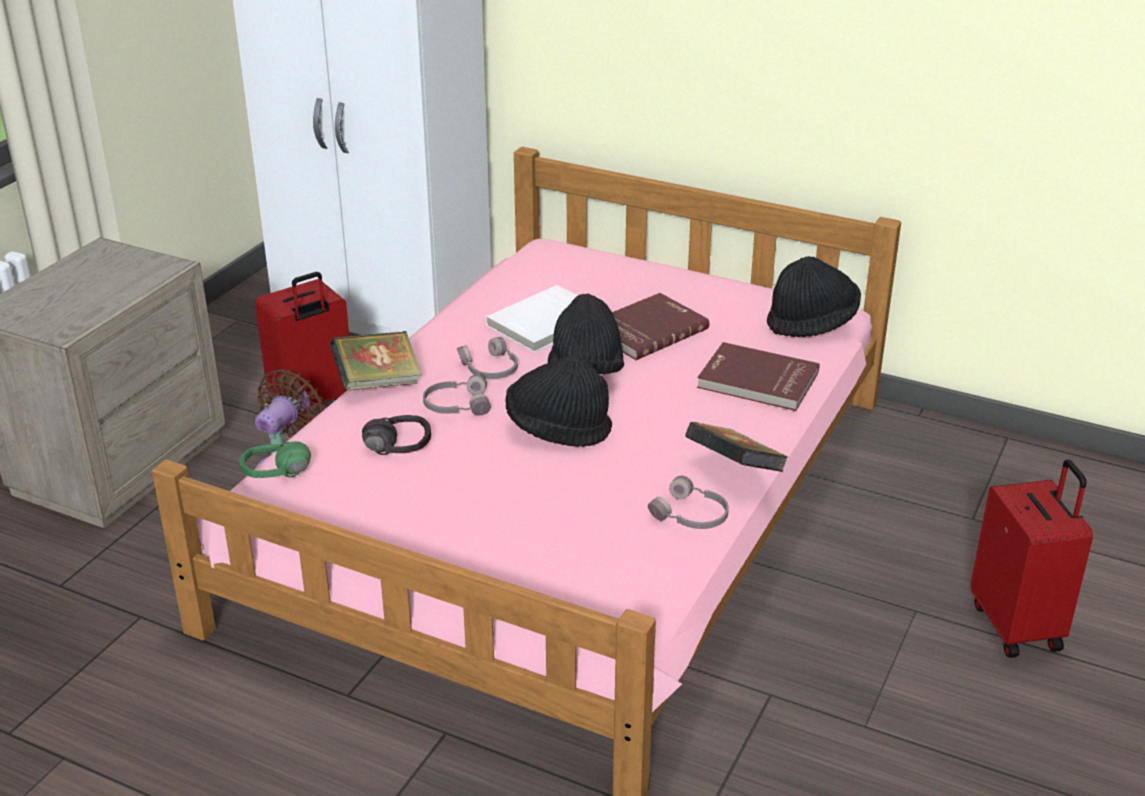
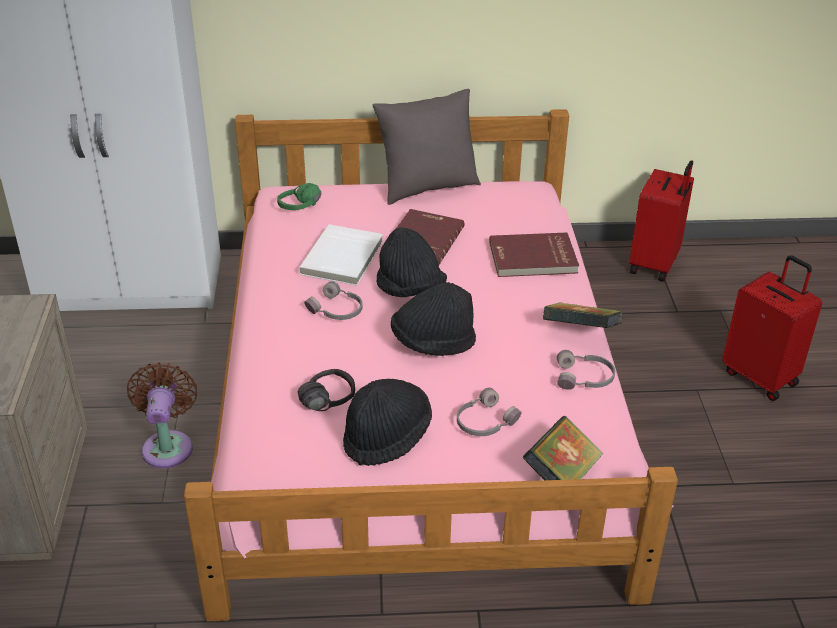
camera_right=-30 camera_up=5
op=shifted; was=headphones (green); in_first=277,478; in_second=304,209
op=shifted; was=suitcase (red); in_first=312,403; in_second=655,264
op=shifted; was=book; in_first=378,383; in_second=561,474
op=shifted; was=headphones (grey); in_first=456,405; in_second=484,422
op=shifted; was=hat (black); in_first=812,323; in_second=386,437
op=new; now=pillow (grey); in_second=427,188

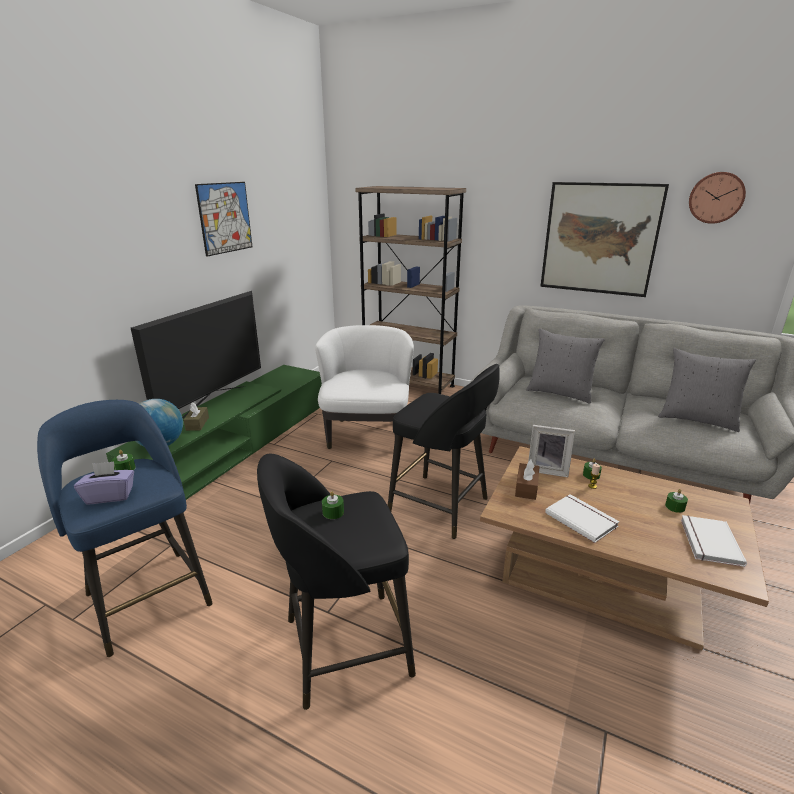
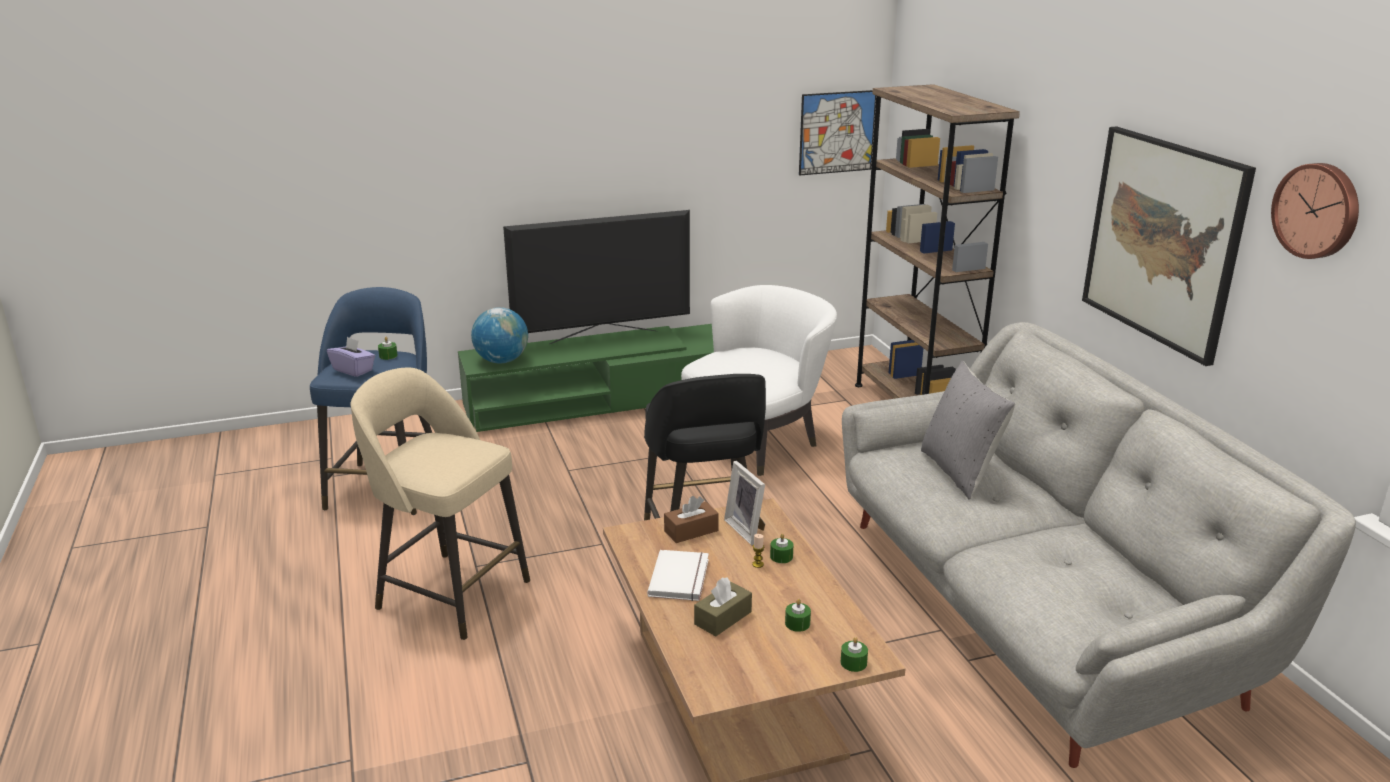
camera_right=45 camera_up=0
op=shifted; was=tissue box (brown); in_first=197,424; in_second=723,618
op=shifted; was=picture; in_first=225,218; in_second=836,132
op=repainted; was=stool (black); now=stool (beige); in_first=343,647; in_second=450,593
op=shifted; was=candle (green); in_first=333,512; in_second=853,663
op=gone; was=pillow (grey); in_first=697,419
op=gone; was=book (white); in_first=708,542

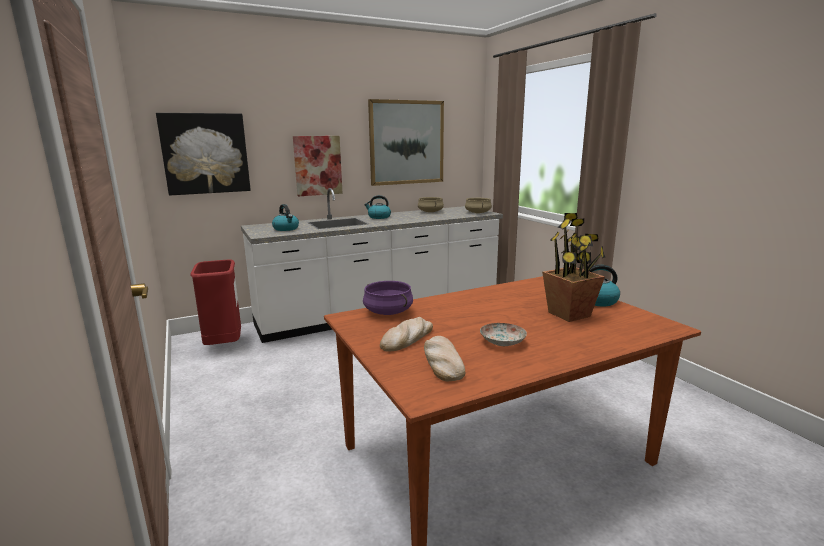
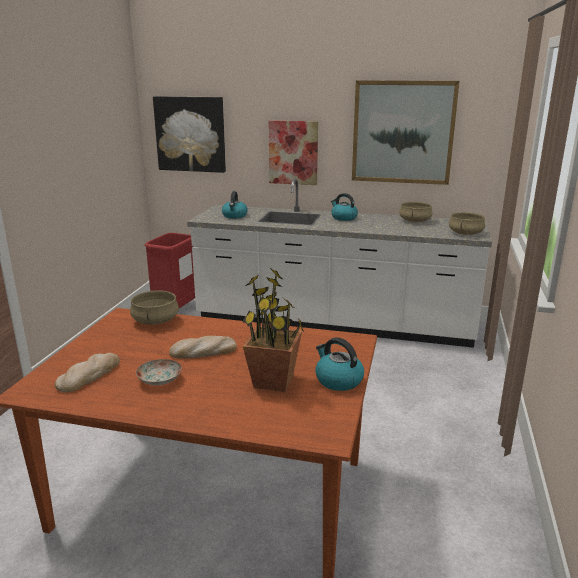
camera_right=40 camera_up=5
op=repainted; was=cooking pot (purple); now=cooking pot (beige); in_first=387,312; in_second=155,320
op=shifted; was=bread; in_first=407,338; in_second=203,351

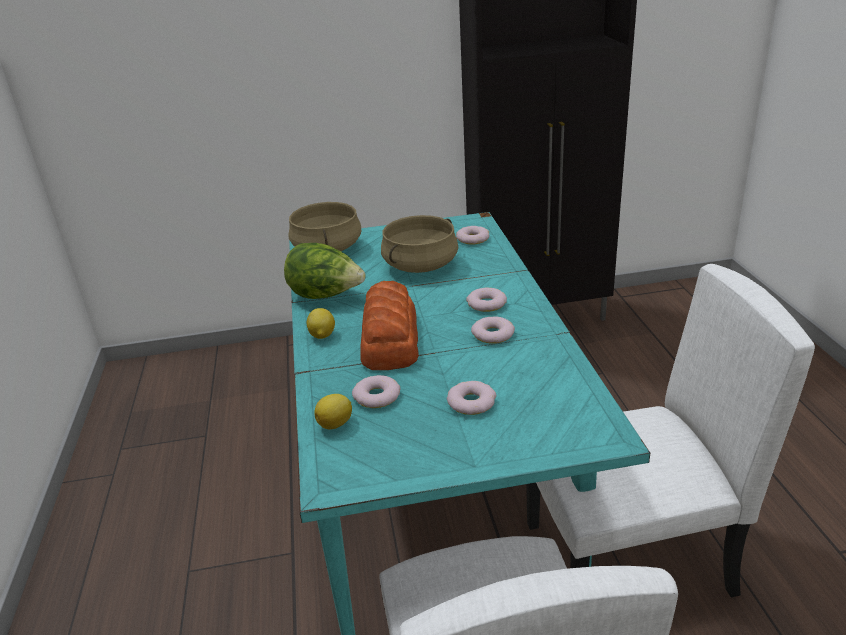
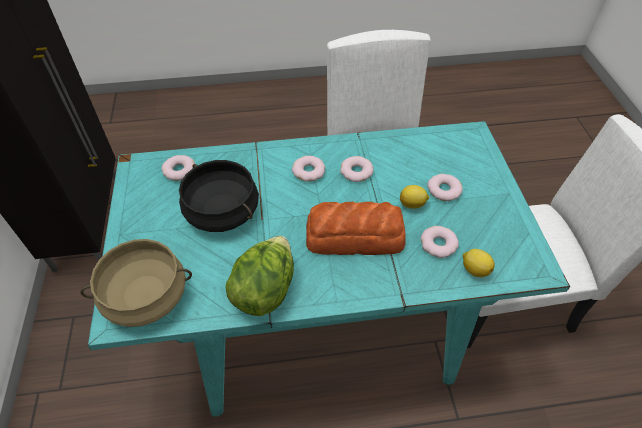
camera_right=-90 camera_up=20
op=shifted; was=lemon; in_first=322,336; in_second=412,204
op=repainted; was=cooking pot (beige); now=cooking pot (black); in_first=421,265; in_second=223,211

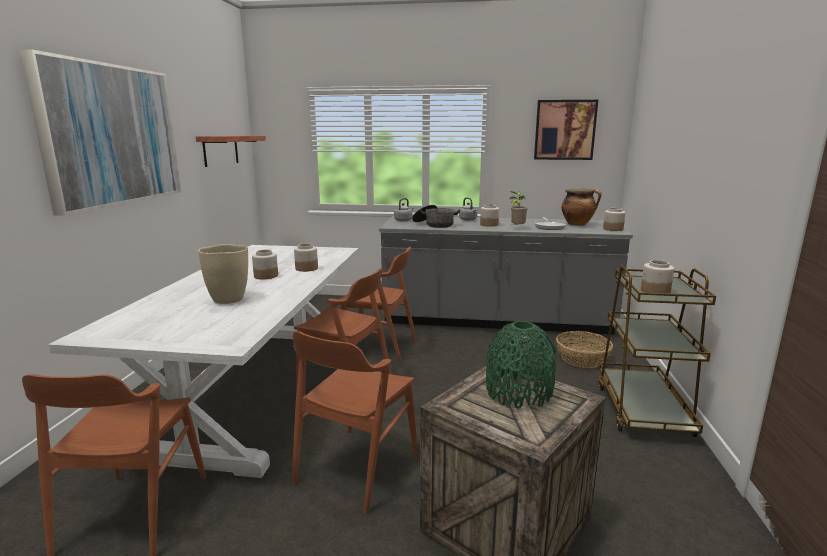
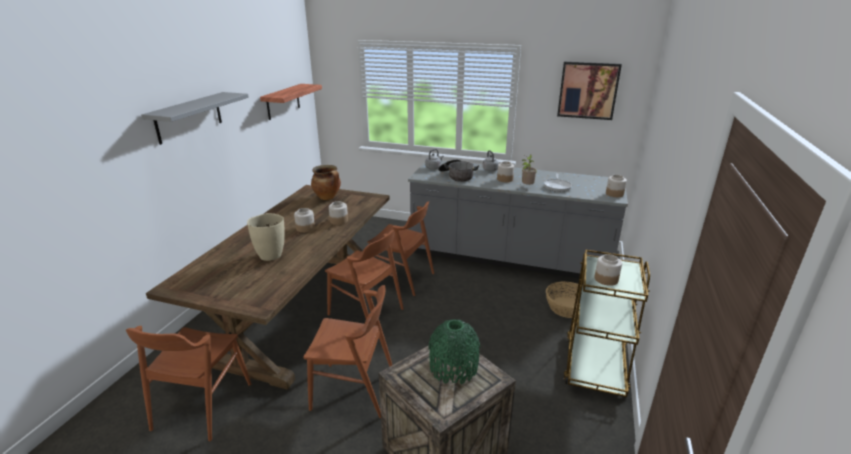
camera_right=10 camera_up=10
op=swapped; was=picture; now=shelf (grey); in_first=111,135; in_second=189,117
op=repainted; was=dining table (white); now=dining table (brown); in_first=258,386; in_second=300,308
op=rotated; was=chair (brown); in_first=356,467; in_second=354,390; clockwise=-120
op=shifted; was=cooking pot; in_first=578,224; in_second=328,197

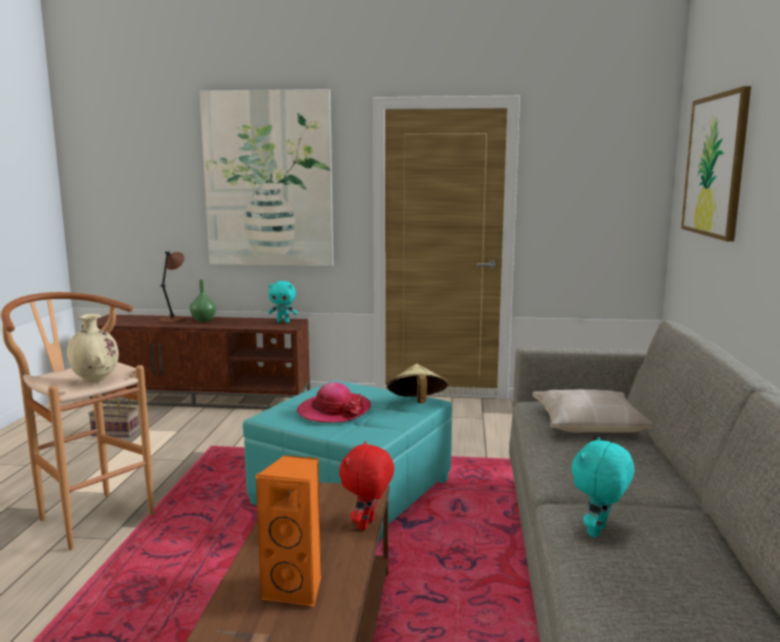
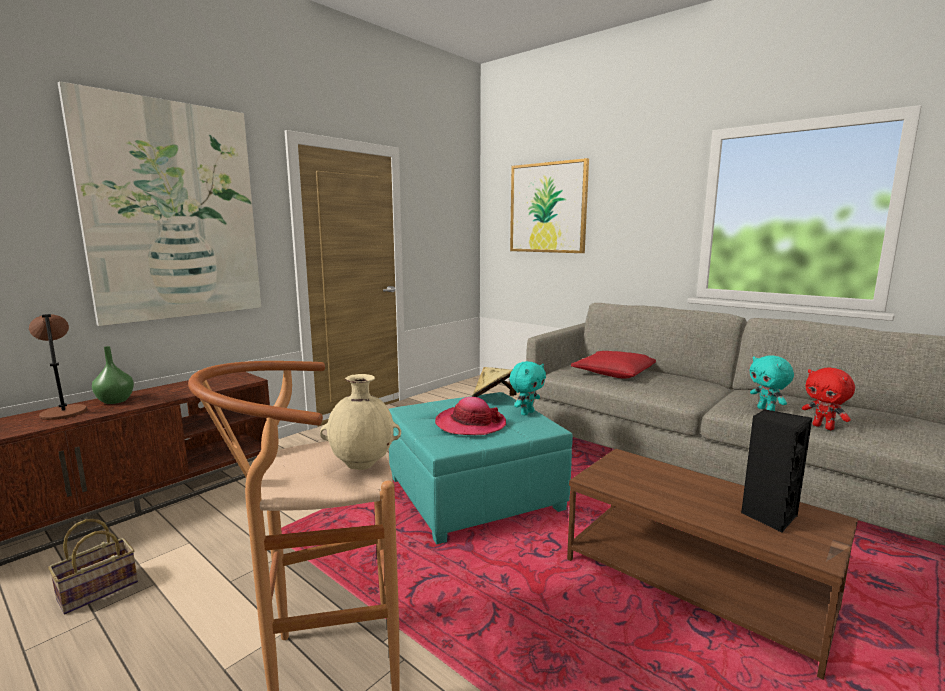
camera_right=-55 camera_up=0
op=repainted; was=speaker (orange); now=speaker (black); in_first=296,589; in_second=768,516
op=shifted; was=plush toy (turquoise); in_first=283,322; in_second=526,413
op=shifted; was=plush toy (red); in_first=367,525; in_second=823,427
op=repainted; was=pillow (beige); now=pillow (red); in_first=588,423; in_second=613,372

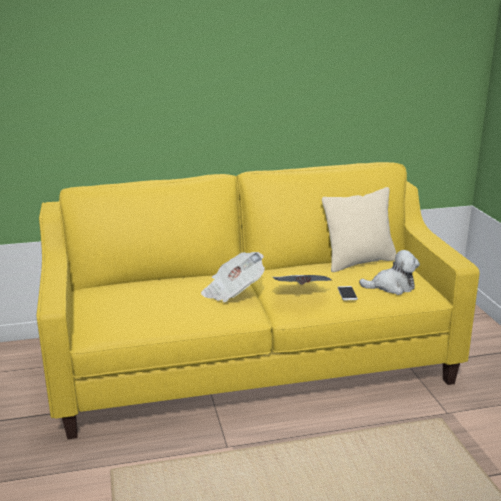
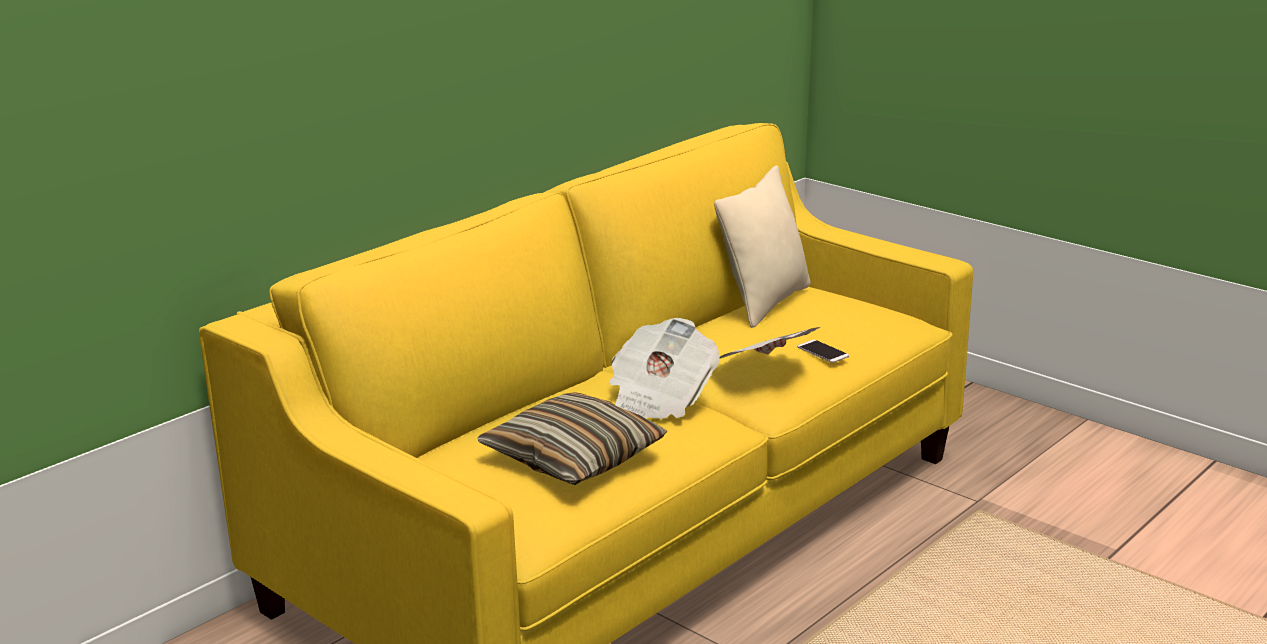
camera_right=-35 camera_up=0
op=gone; was=plush toy; in_first=391,287
op=new; now=pillow; in_second=573,457

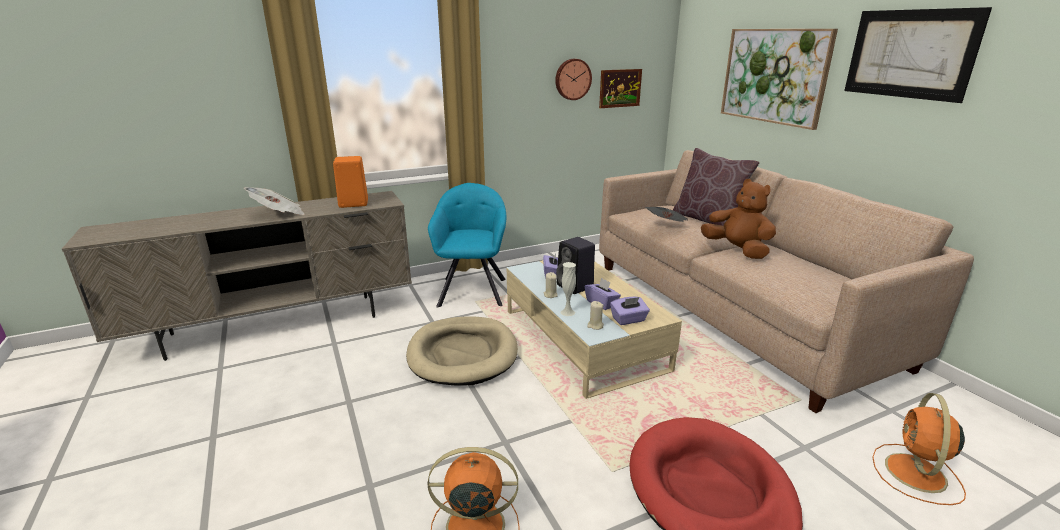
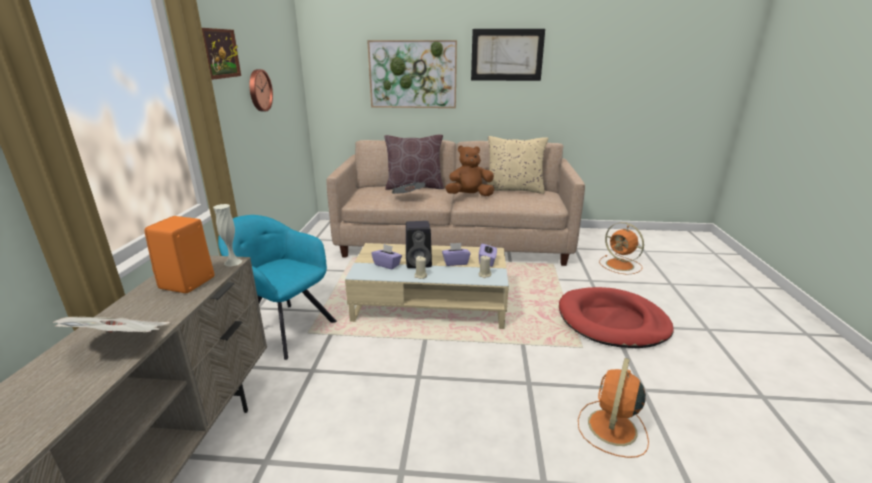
camera_right=-60 camera_up=0
op=gone; was=dog bed (beige); in_first=463,354
op=shifted; was=vase (white); in_first=567,312; in_second=233,262
op=shifted; was=picture; in_first=620,88; in_second=220,53
op=new; now=pillow (beige); in_second=514,189

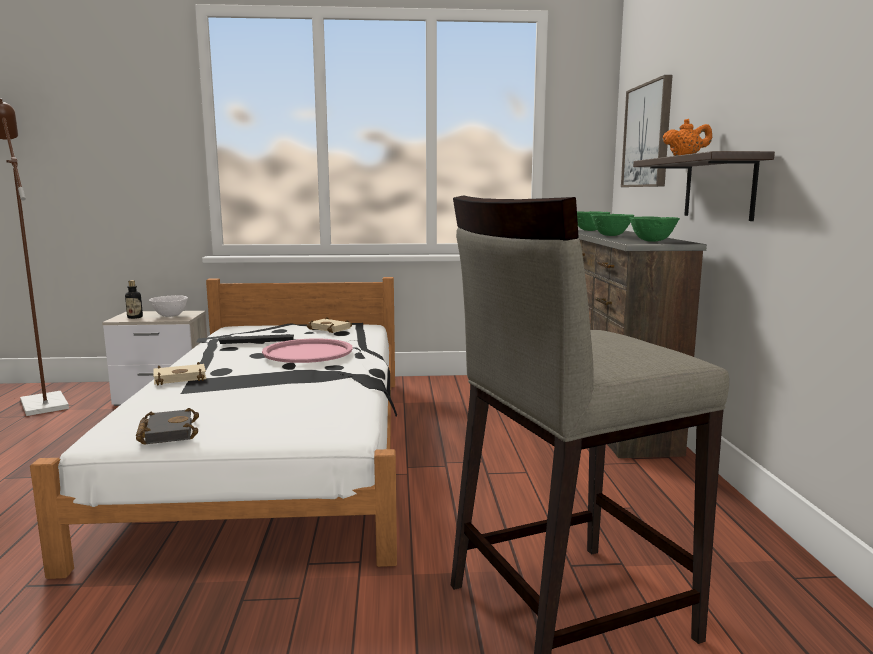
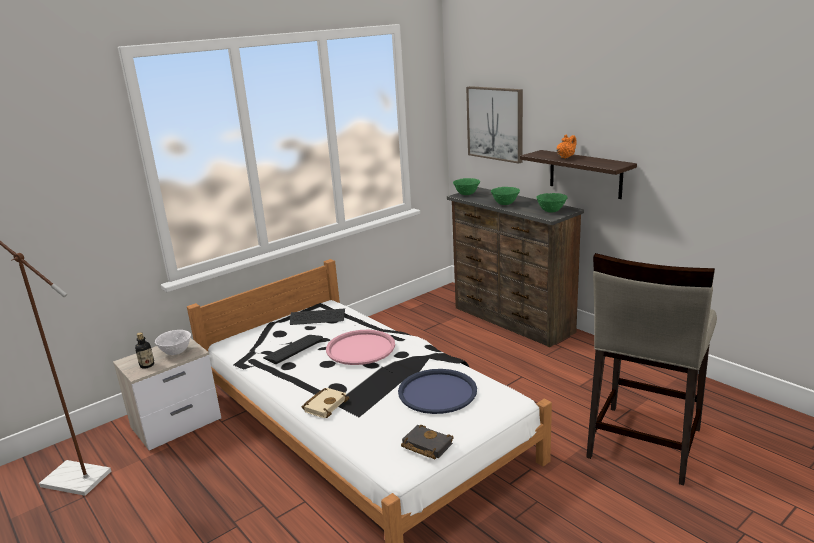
camera_right=-35 camera_up=10
op=swapped; was=book (beige); now=keyboard; in_first=331,329; in_second=317,318
op=new; now=tray (blue); in_second=437,392

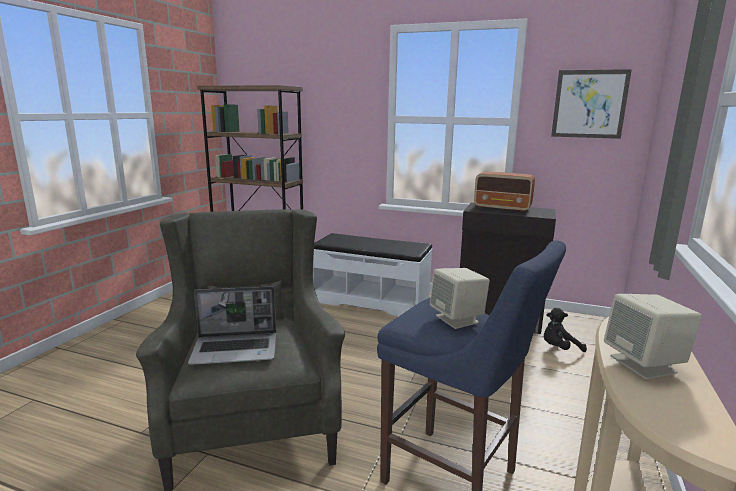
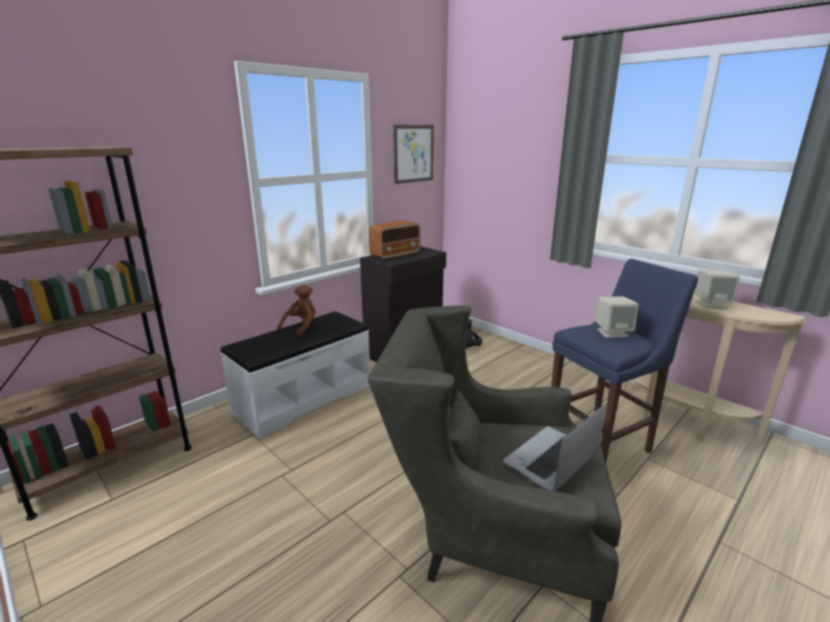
camera_right=-65 camera_up=5
op=rotated; was=laptop; in_first=236,350; in_second=551,461; clockwise=-150
op=new; now=plush toy (brown); in_second=301,327

